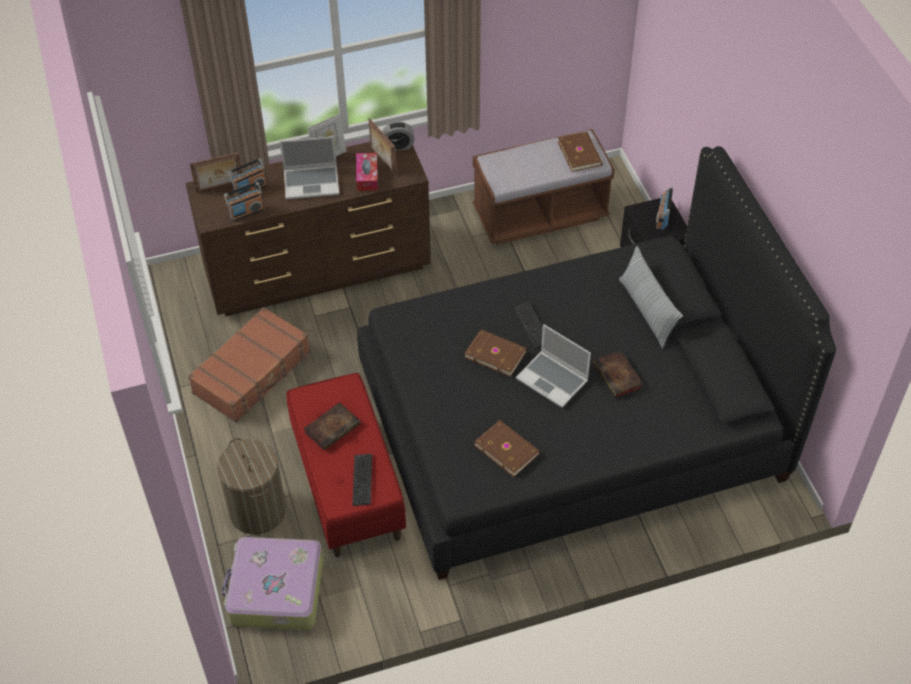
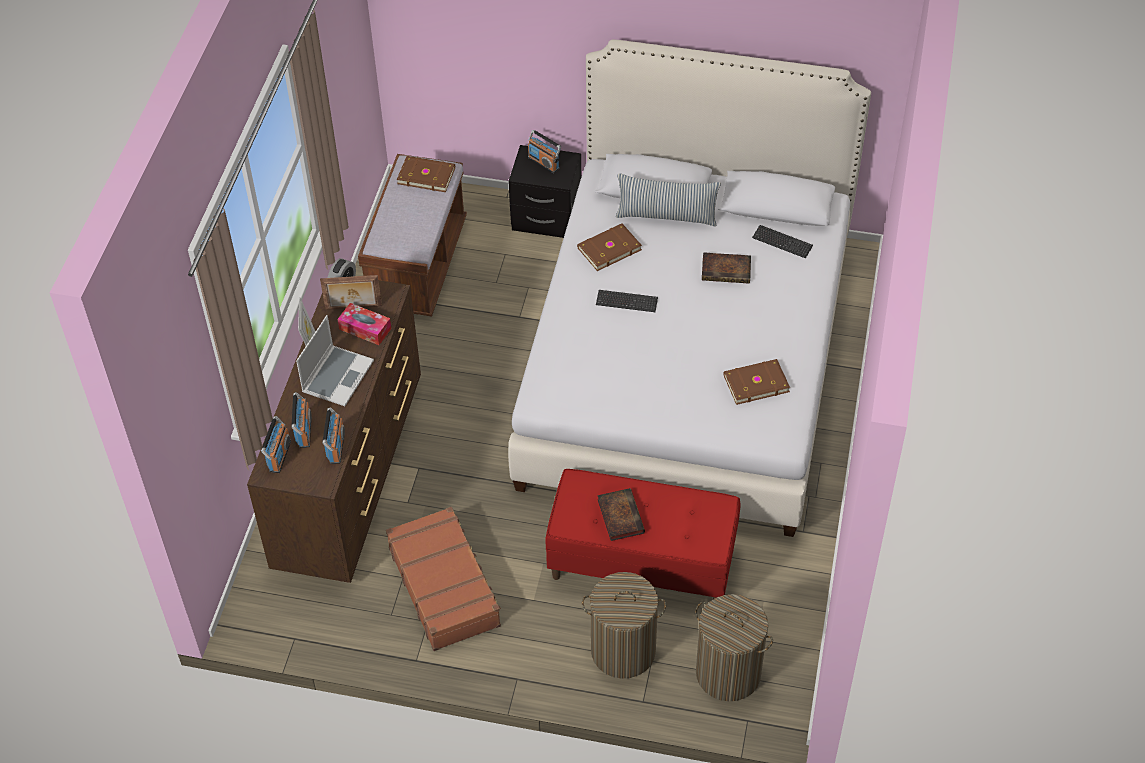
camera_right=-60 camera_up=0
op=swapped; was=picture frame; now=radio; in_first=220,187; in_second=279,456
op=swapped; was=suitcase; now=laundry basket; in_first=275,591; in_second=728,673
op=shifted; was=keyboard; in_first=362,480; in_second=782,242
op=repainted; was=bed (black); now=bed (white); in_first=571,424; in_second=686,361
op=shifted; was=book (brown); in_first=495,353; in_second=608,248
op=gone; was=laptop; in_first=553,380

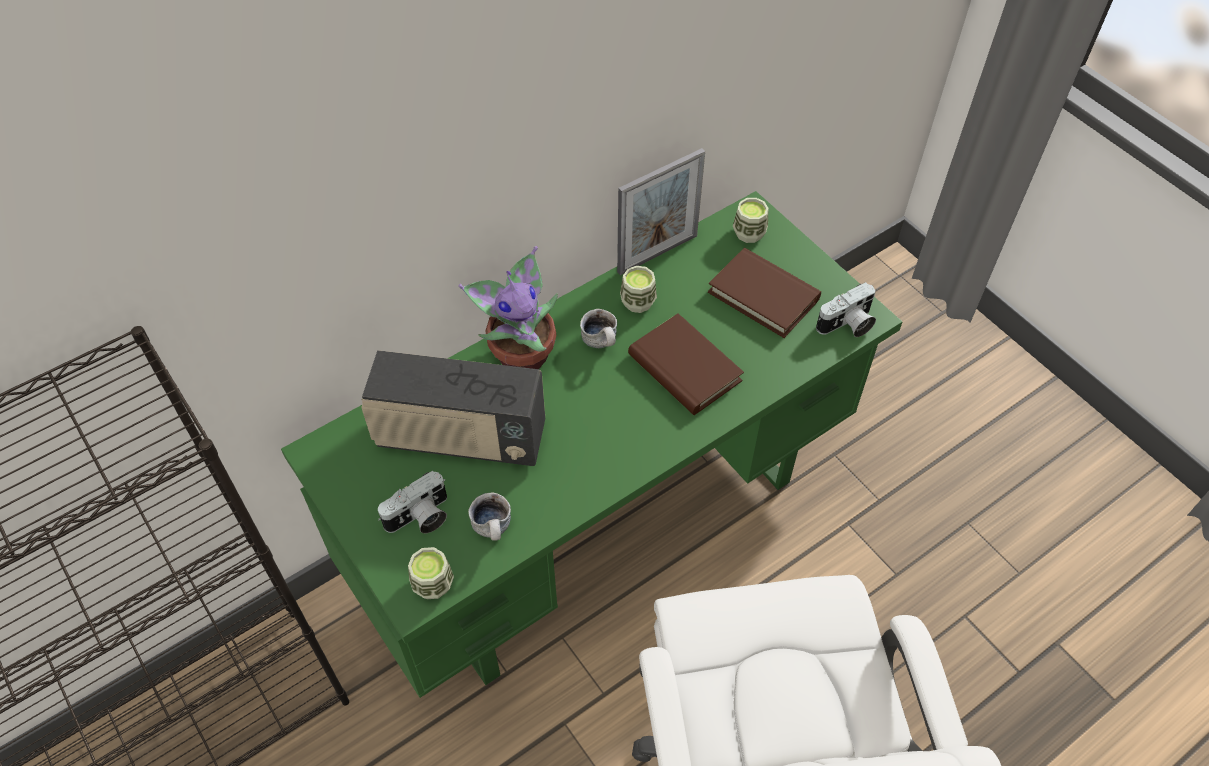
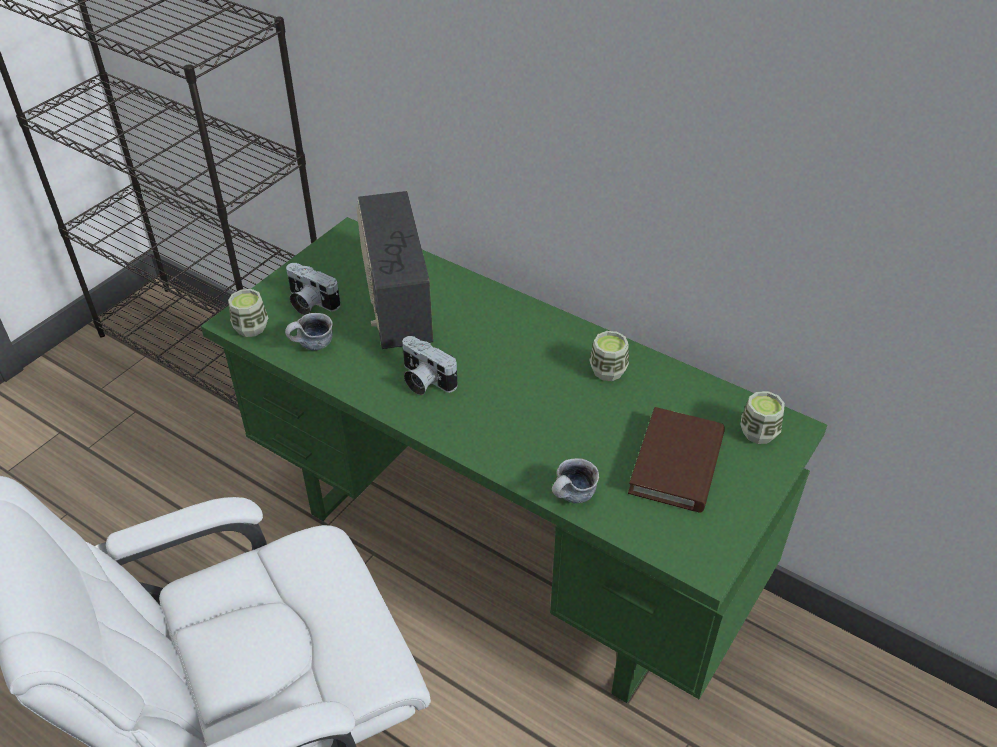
camera_right=70 camera_up=-10
op=gone; was=potted plant; in_first=521,353
op=shifted; was=mug; in_first=602,343; in_second=572,498
op=gone; was=picture frame; in_first=657,254
op=gone; was=book (brown); in_first=684,368
op=shifted; was=photo camera; in_first=847,325; in_second=424,380

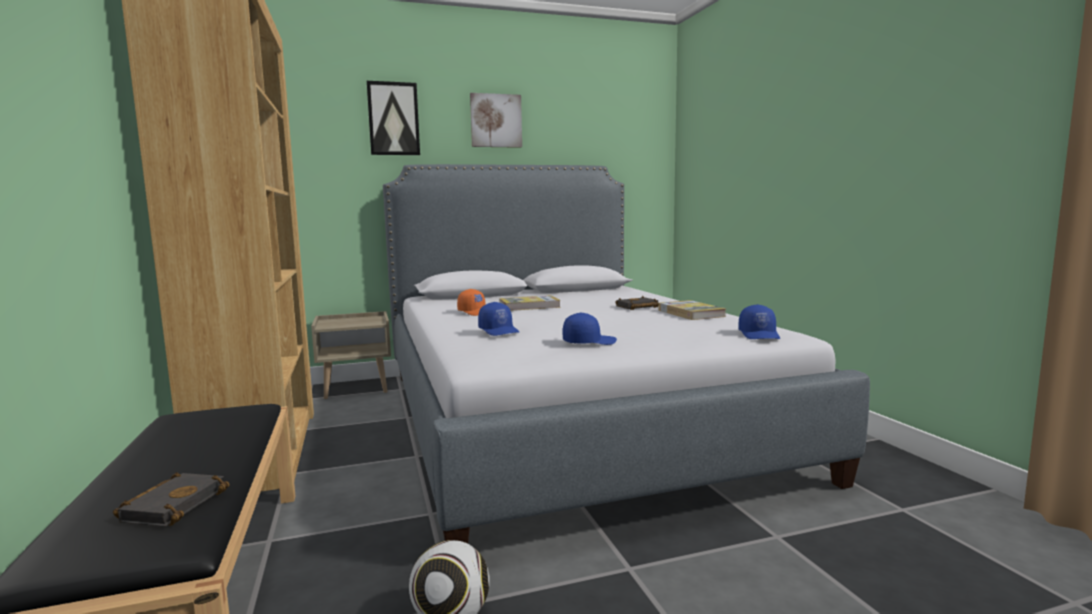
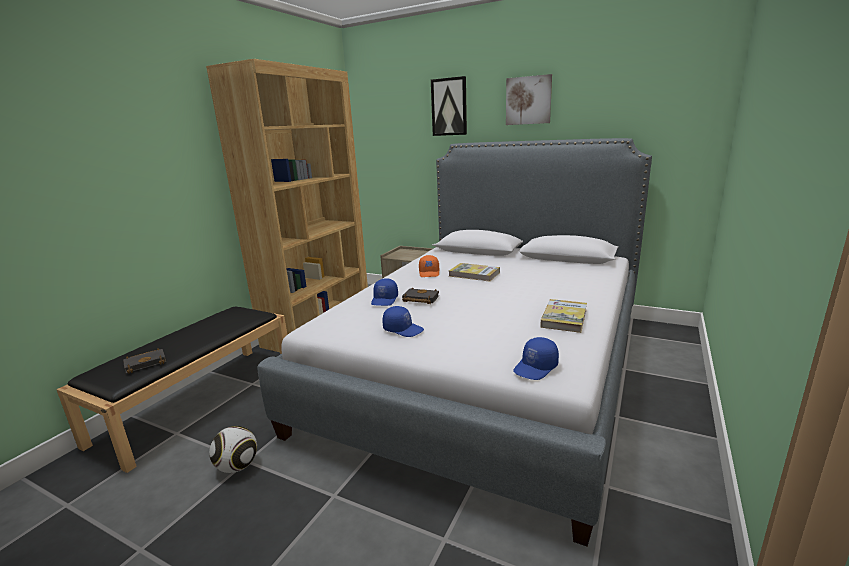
camera_right=45 camera_up=10
op=shifted; was=book (black); in_first=637,307; in_second=419,299

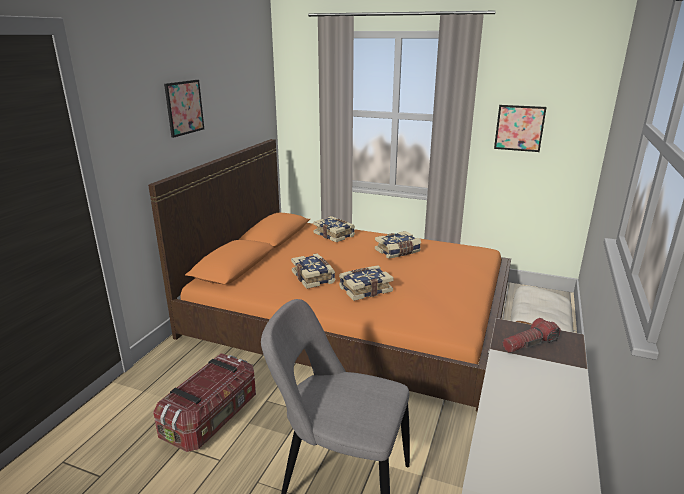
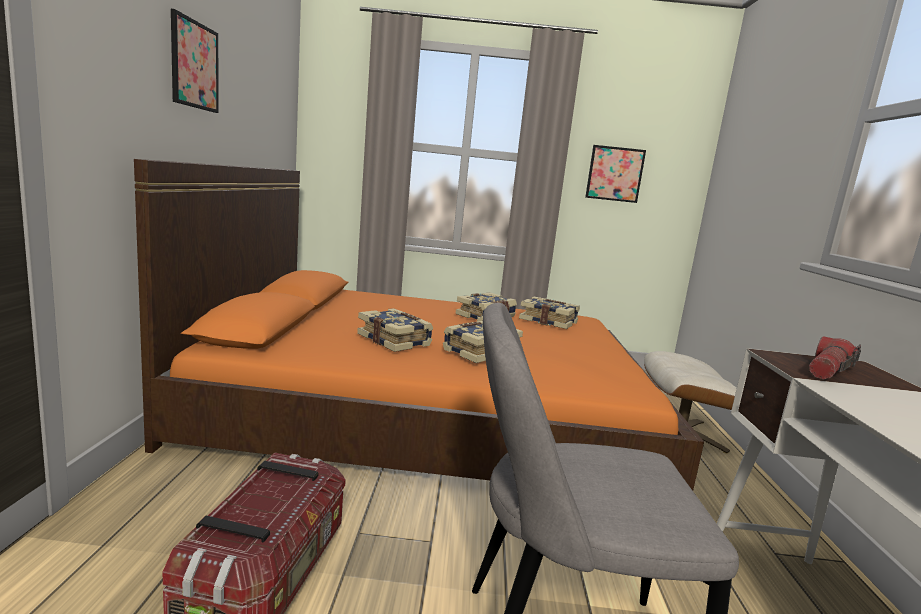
camera_right=-20 camera_up=-10
op=shifted; was=book; in_first=334,235; in_second=548,321

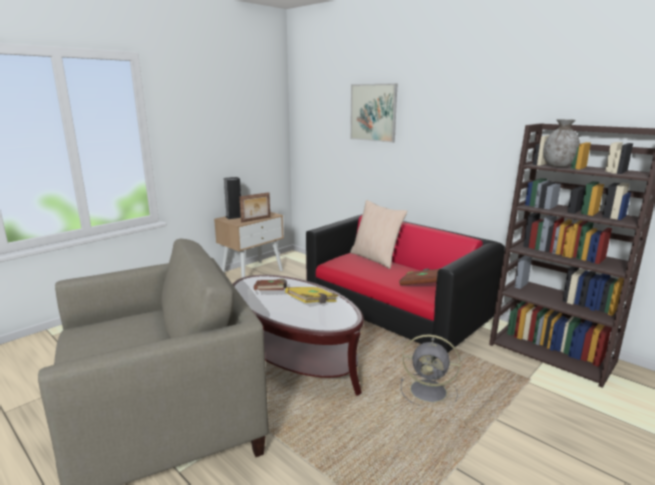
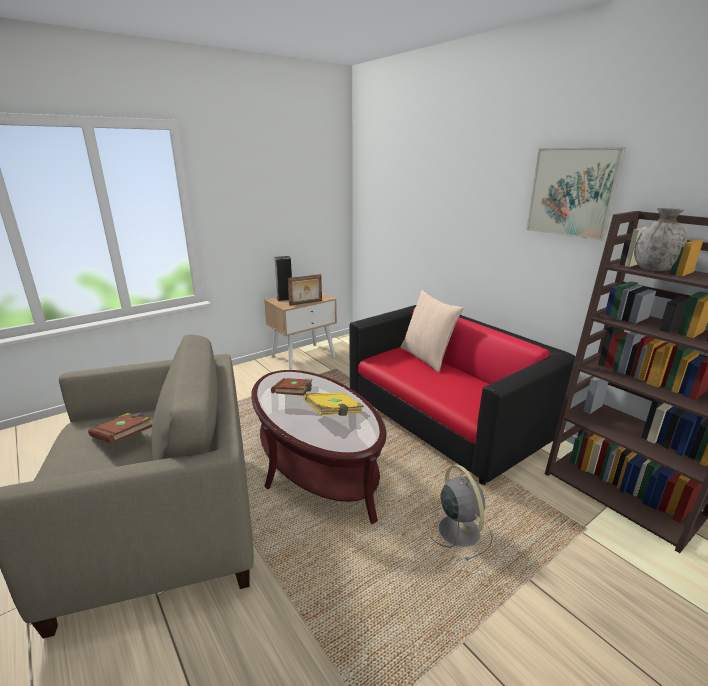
camera_right=10 camera_up=5
op=shifted; was=picture; in_first=373,112; in_second=572,192
op=shifted; was=book (brown); in_first=422,285; in_second=124,438
op=rotated; was=fan (grey); in_first=430,391; in_second=457,529; clockwise=-135

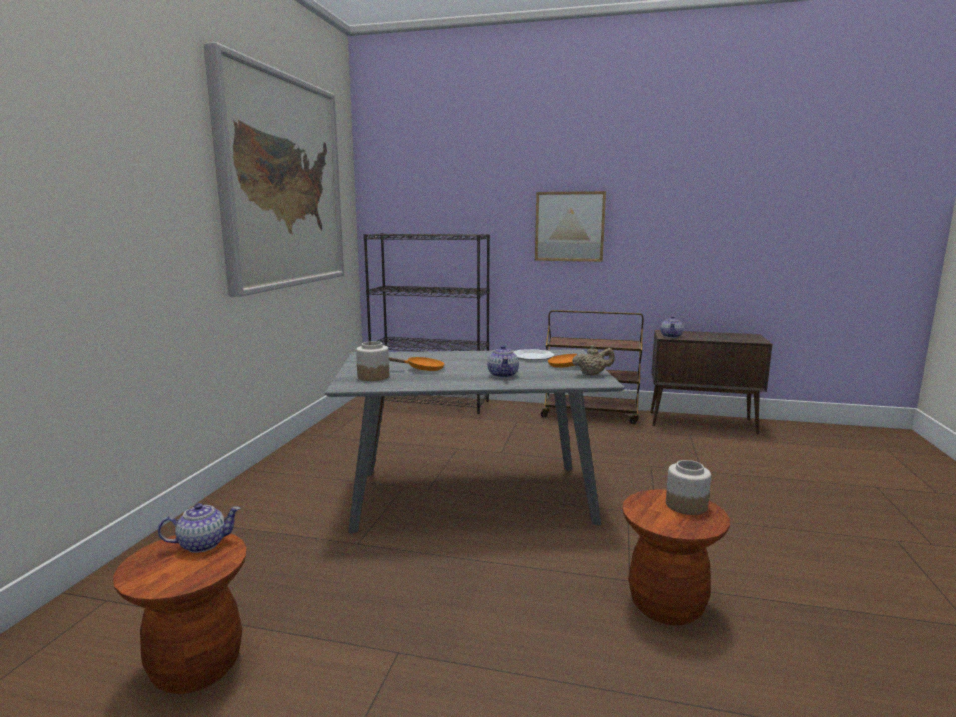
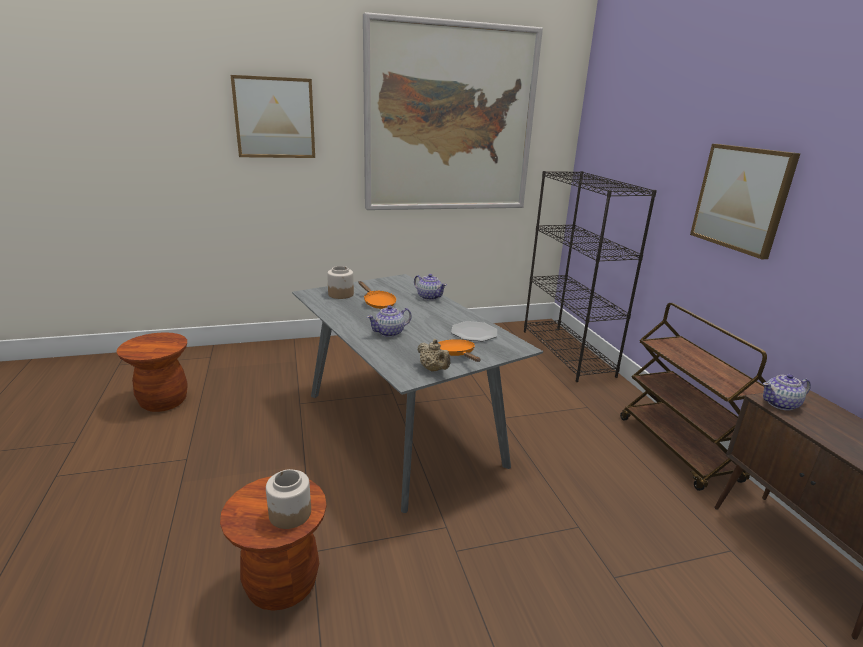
camera_right=60 camera_up=10
op=shifted; was=teapot; in_first=202,544; in_second=429,297
op=new; now=picture; in_second=274,118

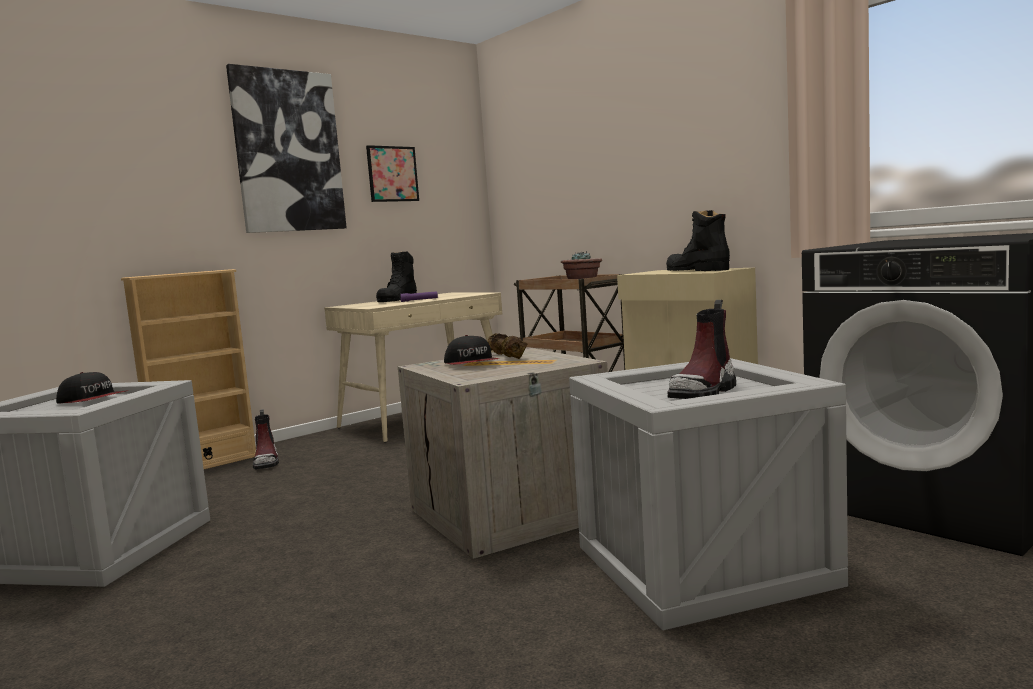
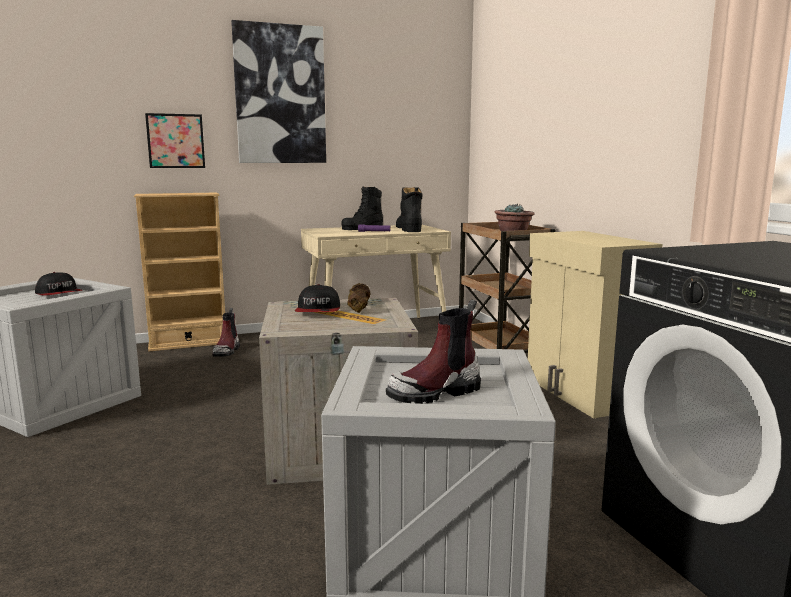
camera_right=20 camera_up=5
op=shifted; was=picture; in_first=392,174; in_second=175,141
op=shifted; was=boot (black); in_first=697,270; in_second=408,229

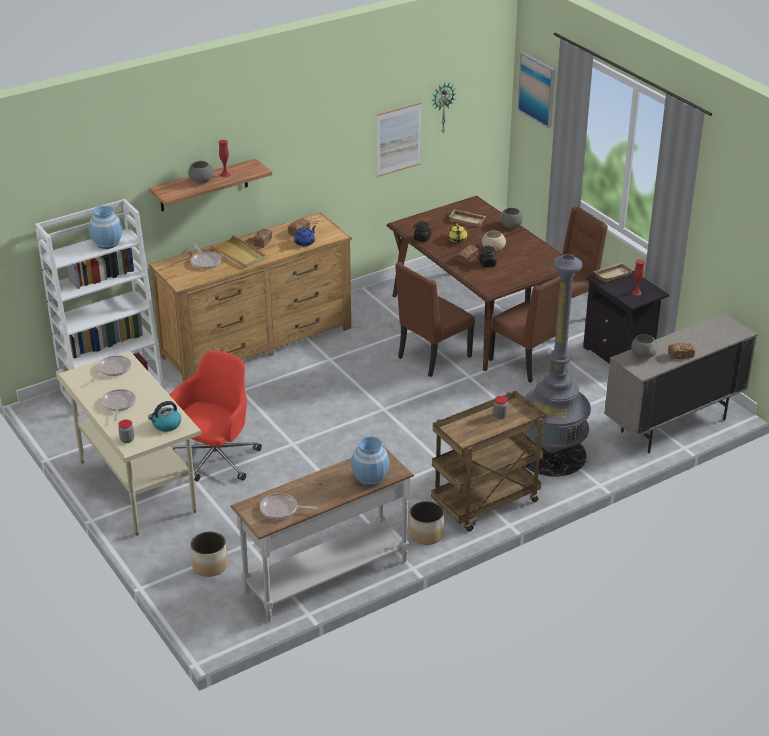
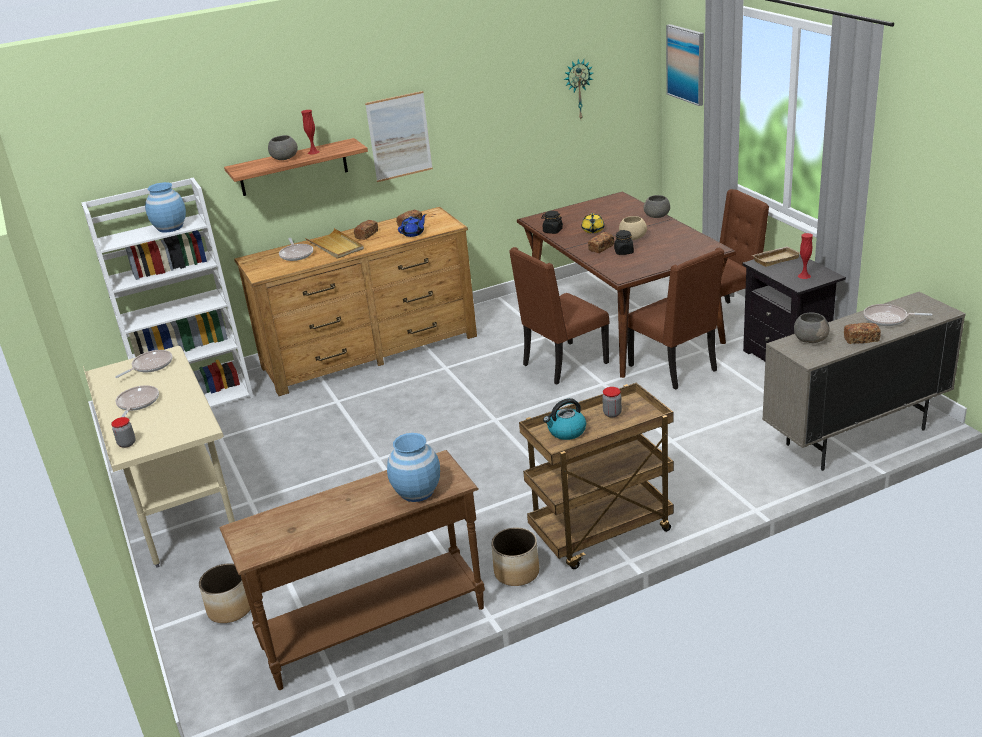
camera_right=10 camera_up=-5
op=shifted; was=kettle; in_first=166,425; in_second=566,432
op=gone; was=office chair (red); in_first=214,460
op=repainted; was=console table (white); now=console table (brown); in_first=326,576; in_second=373,626
op=shifted; was=frying pan; in_first=281,509; in_second=888,319
op=shifted; was=picture; in_first=398,139; in_second=399,136
op=gone; was=tray (beige); in_first=467,220
op=gone; was=floor lamp (grey); in_first=551,454

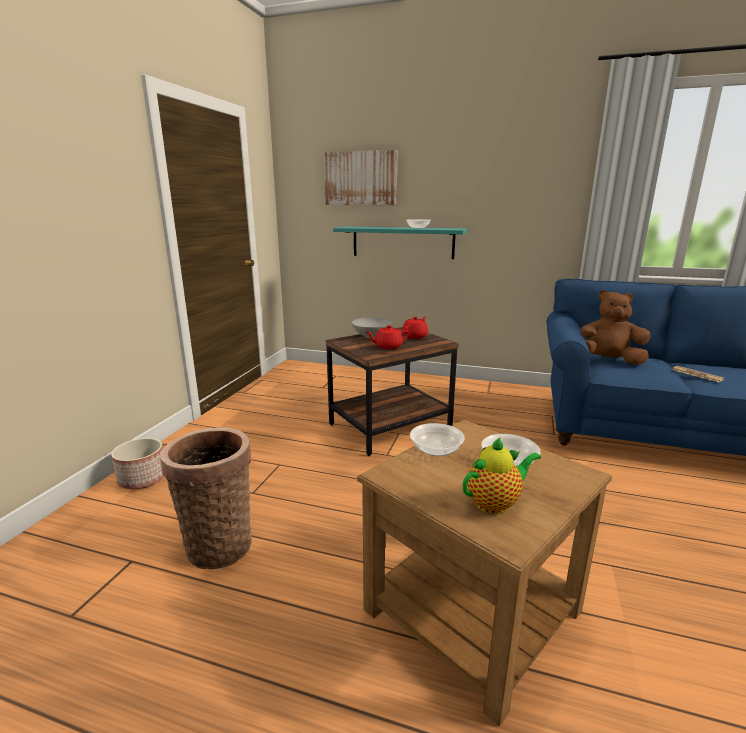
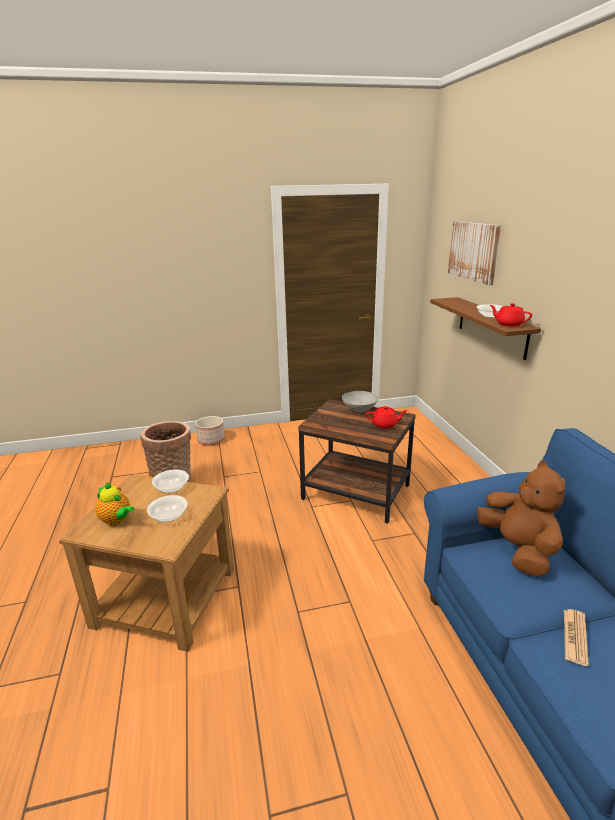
camera_right=60 camera_up=5
op=repainted; was=shelf (turquoise); now=shelf (brown); in_first=402,242; in_second=491,326
op=shifted; was=teapot (red); in_first=387,346; in_second=508,324

